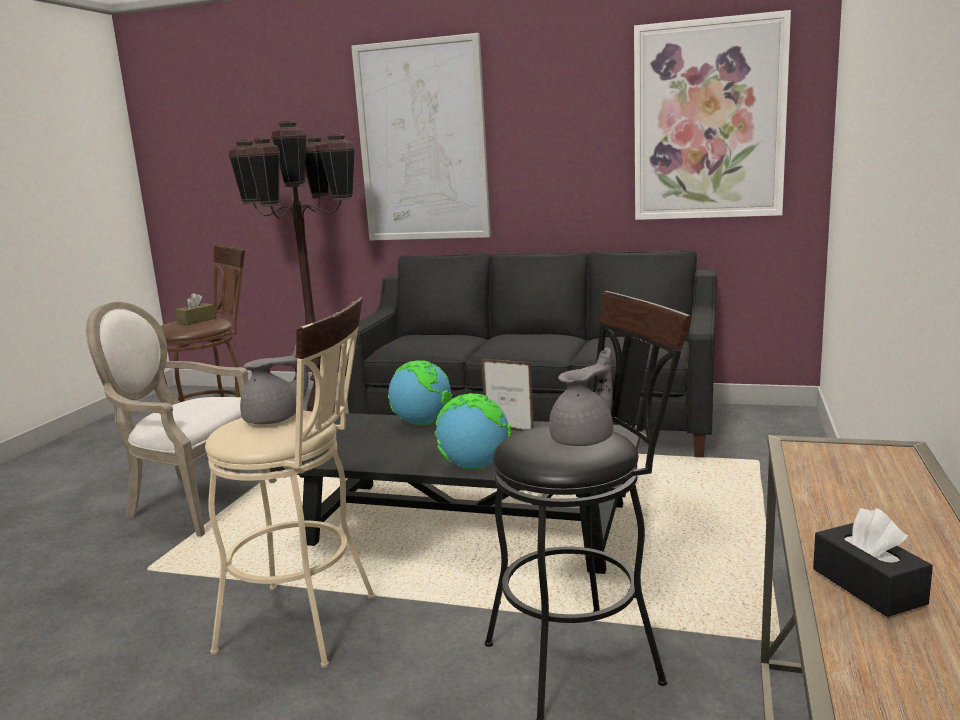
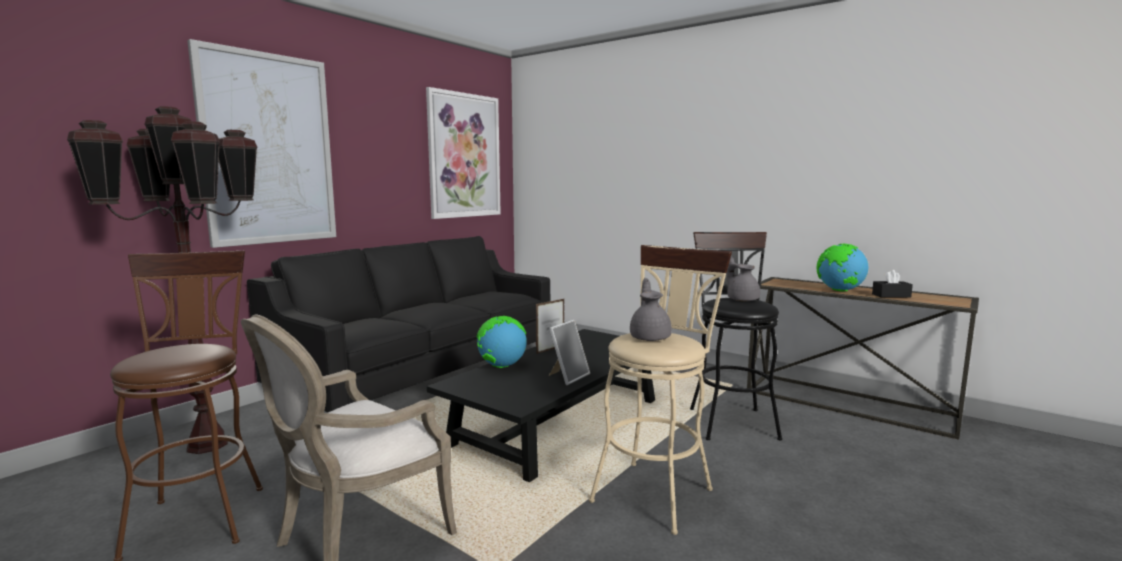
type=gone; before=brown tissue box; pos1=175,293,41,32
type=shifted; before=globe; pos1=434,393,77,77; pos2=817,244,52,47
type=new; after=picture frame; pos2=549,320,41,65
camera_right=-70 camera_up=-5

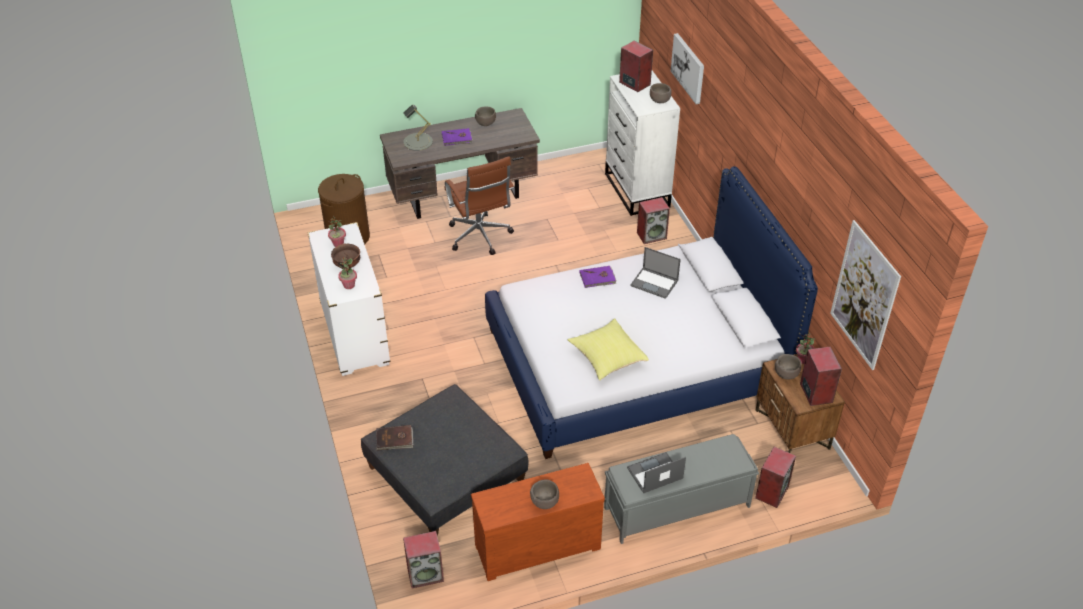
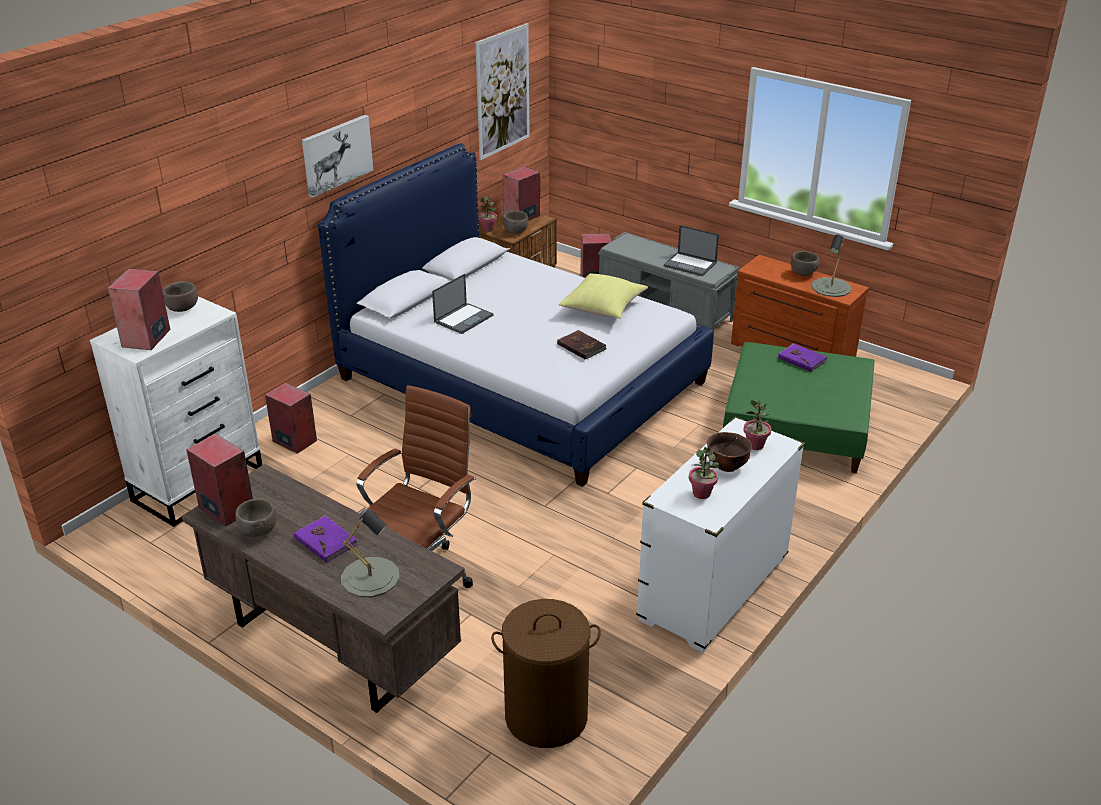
type=repainted; before=grey ottoman; after=green ottoman; pos1=361,384,168,153; pos2=723,342,152,131
type=shifted; before=brown book; pos1=376,425,37,26; pos2=557,330,50,30
type=shifted; before=speaker; pos1=403,531,41,58; pos2=186,434,67,92
type=shifted; before=purple book; pos1=580,266,37,22; pos2=778,343,49,29
type=rotated; before=laptop; pos1=630,247,51,52; pos2=432,274,62,60; turn=45
type=shifted; before=picture; pos1=671,33,33,71; pos2=302,115,71,82
type=new; after=grey table lamp; pos2=811,234,41,63
camera_right=-125 camera_up=-10

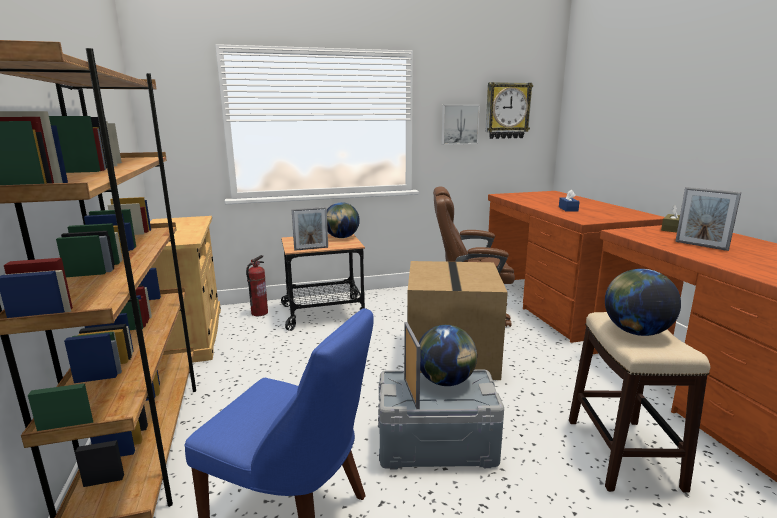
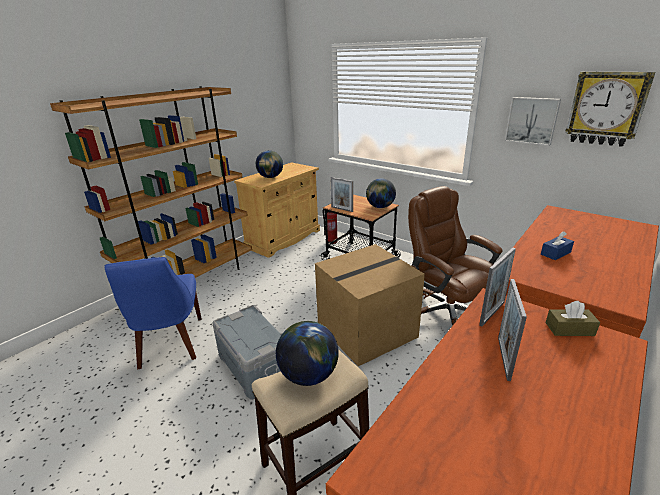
type=shifted; before=picture frame; pos1=404,322,17,87; pos2=479,248,37,78
type=shifted; before=globe; pos1=419,325,58,61; pos2=256,150,27,28
camera_right=55 camera_up=10

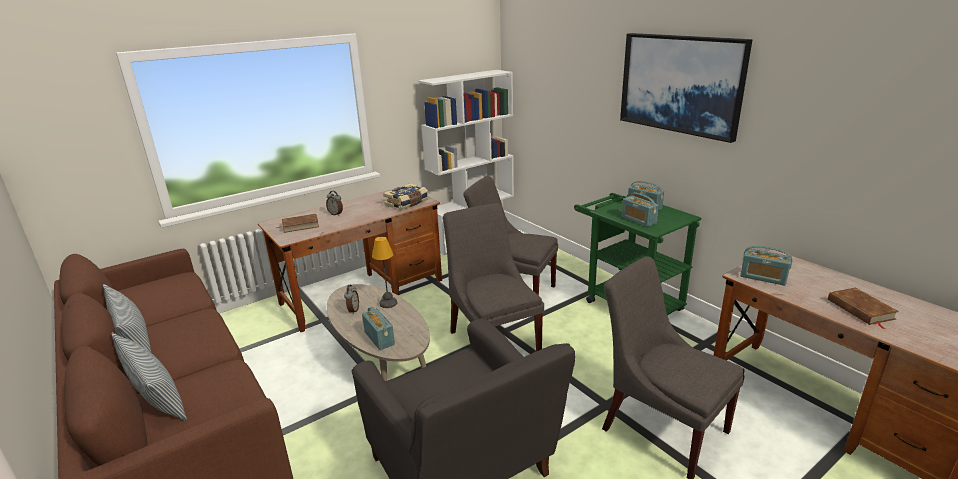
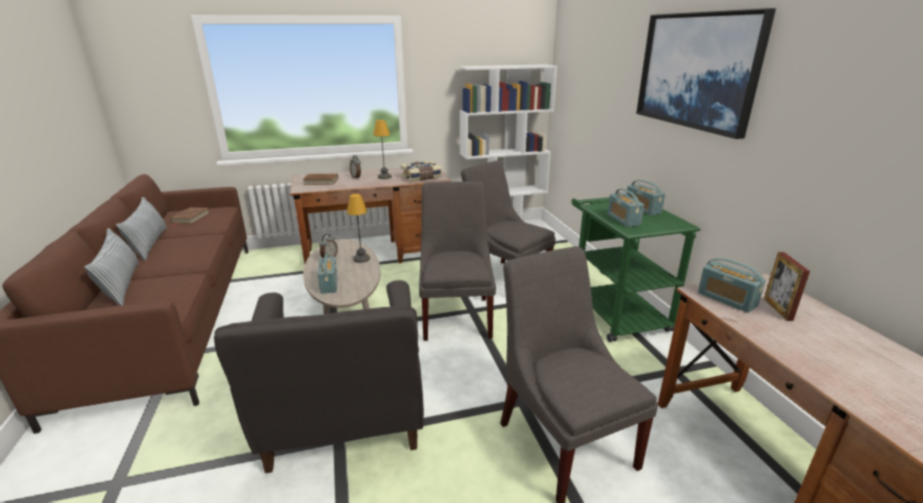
type=shifted; before=brown book; pos1=828,288,71,41; pos2=170,207,40,19
type=new; after=table lamp; pos2=373,120,19,59
type=new; after=picture frame; pos2=764,252,46,69
camera_right=20 camera_up=0

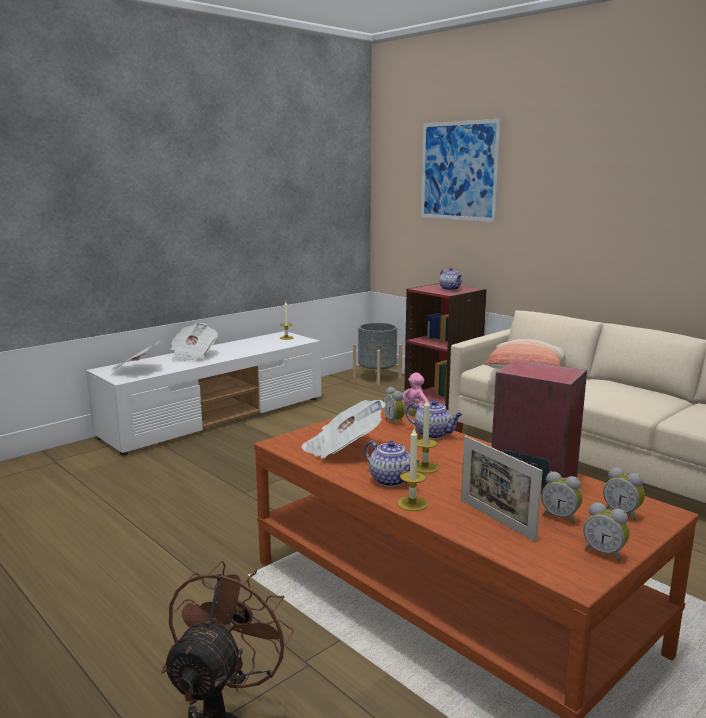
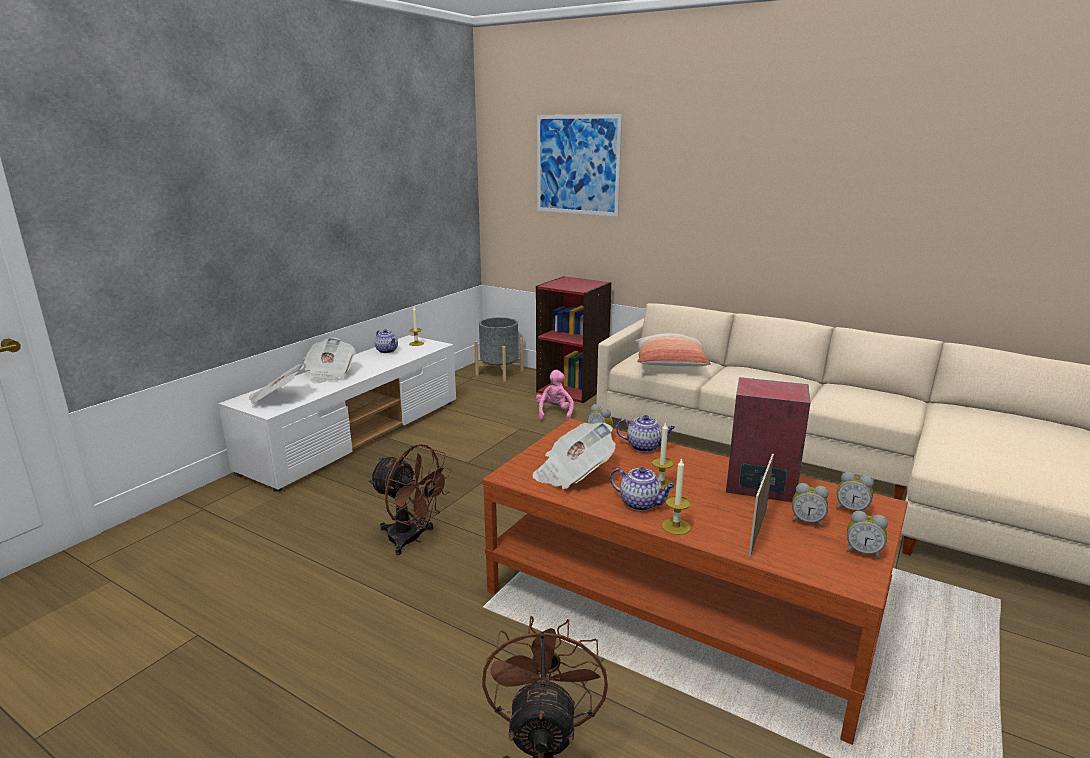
type=shifted; before=teapot; pos1=439,268,23,22; pos2=374,329,24,24
type=rotated; before=picture frame; pos1=461,436,82,106; pos2=749,454,25,104; turn=75
type=new; after=brown fan; pos2=368,444,84,111
camera_right=-15 camera_up=5

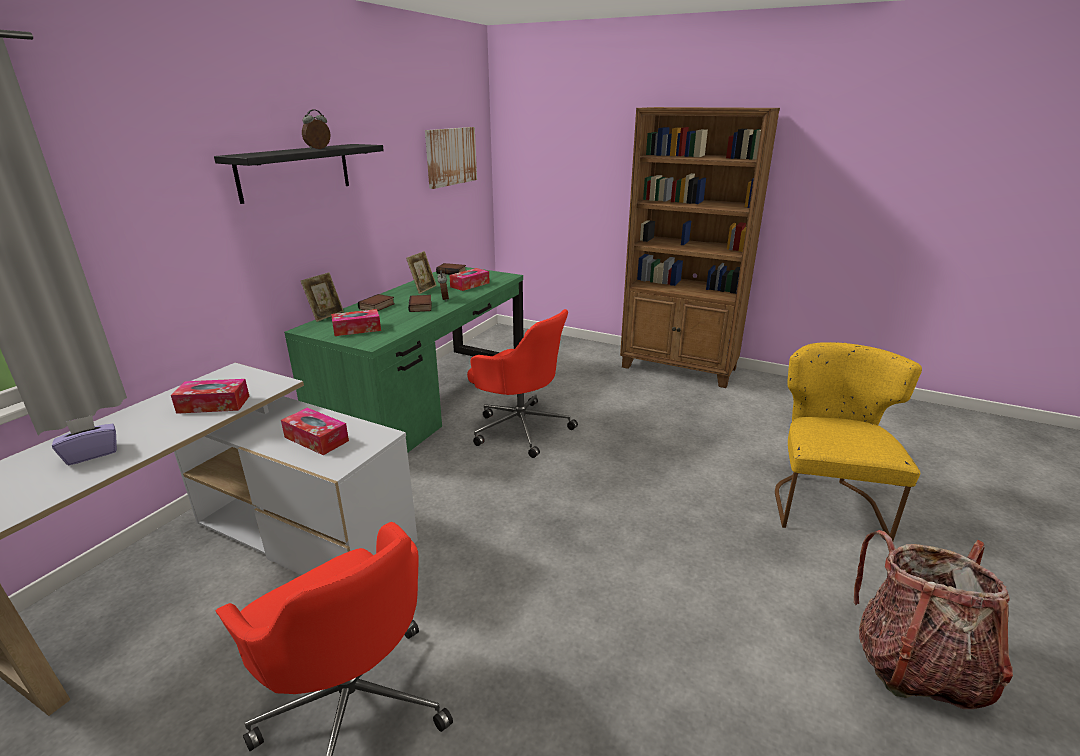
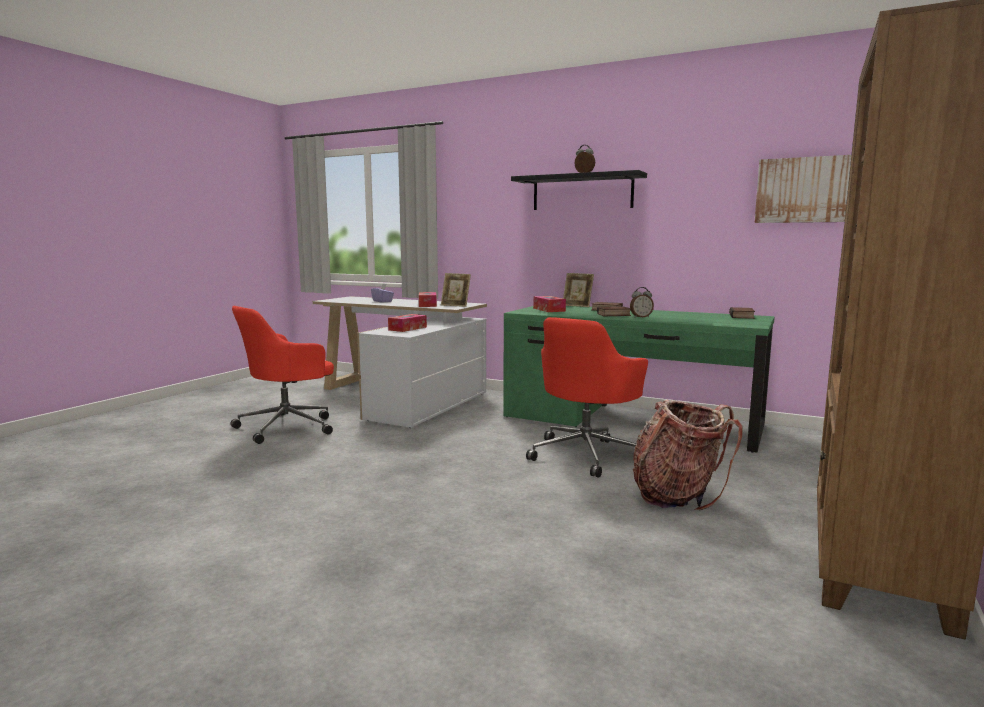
type=shifted; before=picture frame; pos1=406,251,31,43; pos2=441,273,30,34
type=gone; before=tissue box; pos1=449,268,41,23
type=gone; before=yellow chair; pos1=775,342,147,199
type=shifted; before=backpack; pos1=854,530,159,179; pos2=633,400,110,110
camera_right=90 camera_up=-15

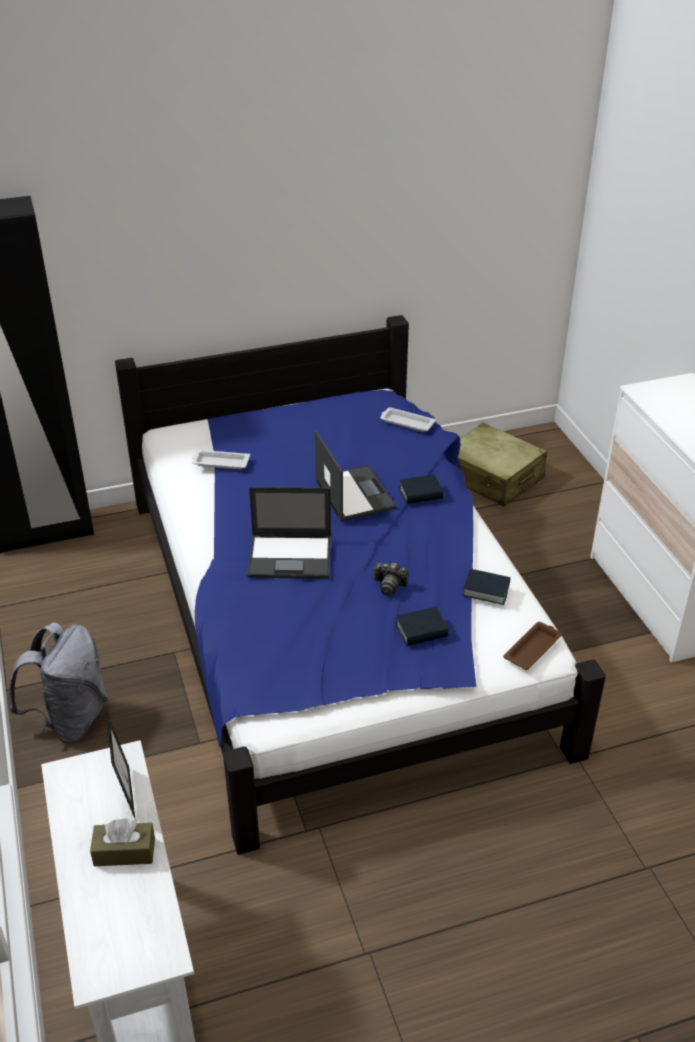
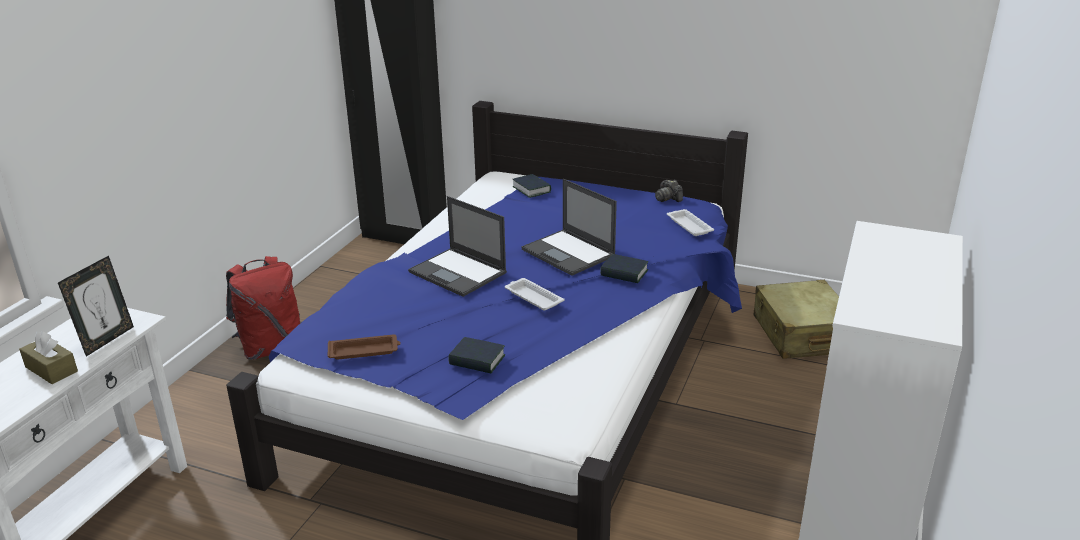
type=repainted; before=grey backpack; after=red backpack; pos1=9,622,99,121; pos2=226,256,74,104
type=shifted; before=white tray; pos1=192,450,58,19; pos2=505,278,59,32
type=rotated; before=laptop; pos1=315,430,82,92; pos2=521,179,96,97; turn=120
type=shifted; before=photo camera; pos1=373,562,35,34; pos2=655,180,28,22
type=shifted; before=book; pos1=462,569,49,36; pos2=513,174,38,24
type=shifted; before=brown tray; pos1=504,622,58,48; pos2=328,334,73,26
camera_right=40 camera_up=-10

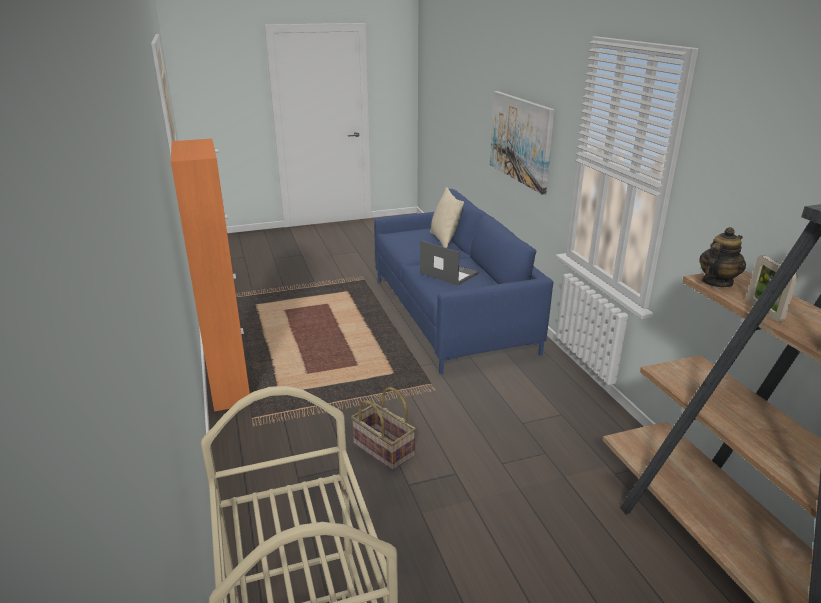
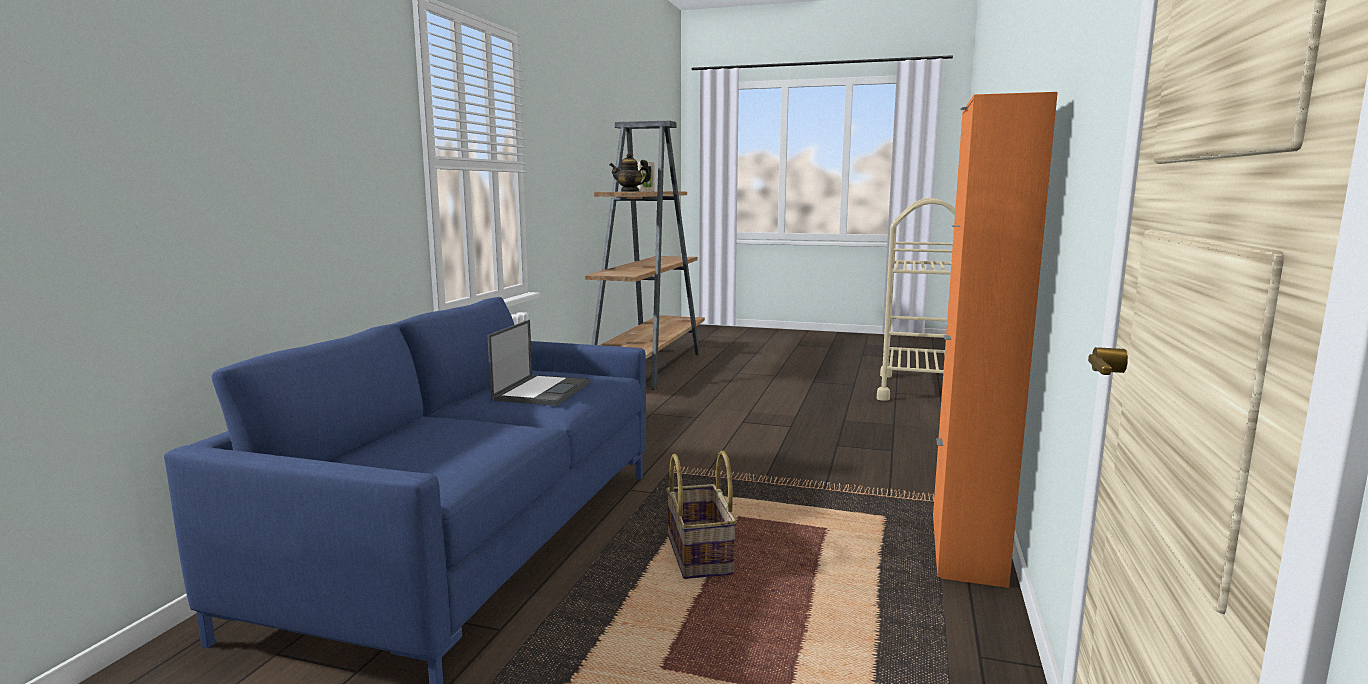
type=shifted; before=basket; pos1=351,387,65,84; pos2=666,451,71,128
type=rotated; before=laptop; pos1=420,241,59,44; pos2=487,320,103,86; turn=-150
type=gone; before=beige pillow; pos1=430,187,34,61
type=gone; before=picture; pos1=490,91,65,103
camera_right=-145 camera_up=-15

